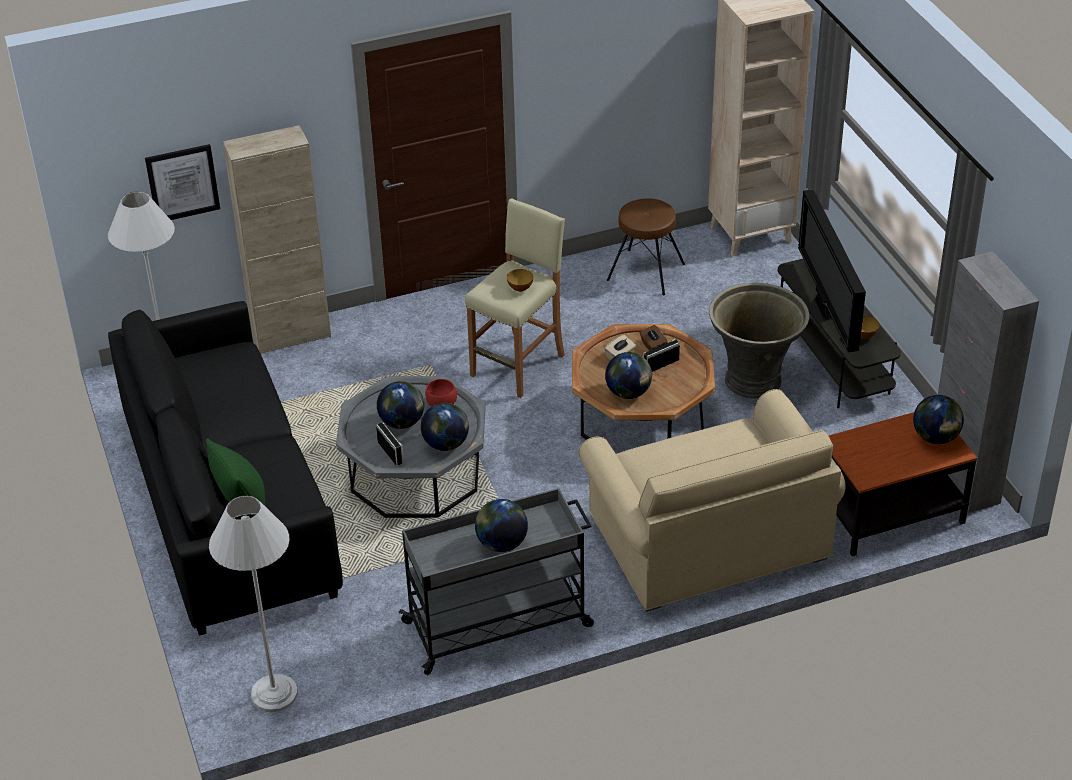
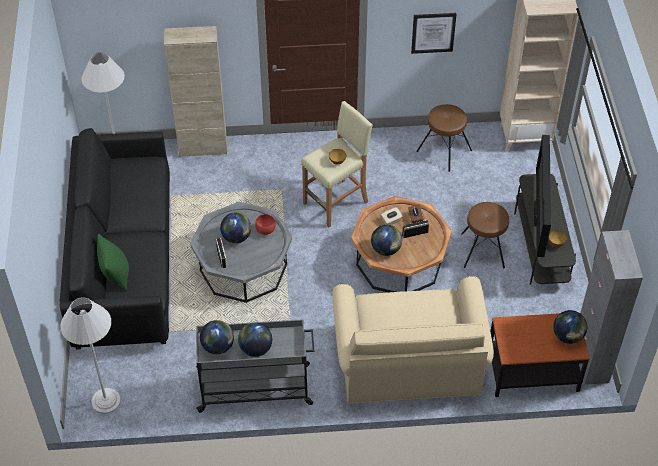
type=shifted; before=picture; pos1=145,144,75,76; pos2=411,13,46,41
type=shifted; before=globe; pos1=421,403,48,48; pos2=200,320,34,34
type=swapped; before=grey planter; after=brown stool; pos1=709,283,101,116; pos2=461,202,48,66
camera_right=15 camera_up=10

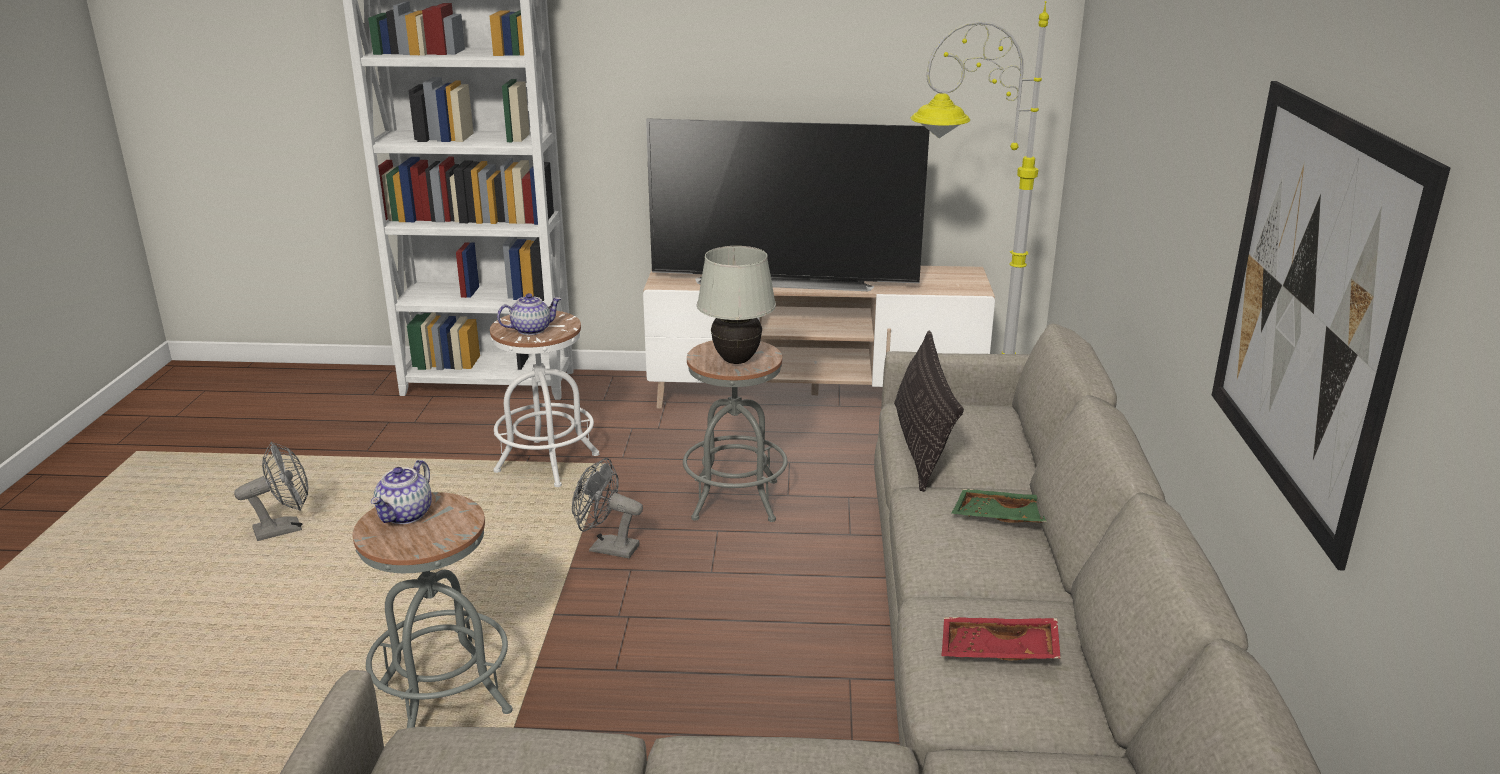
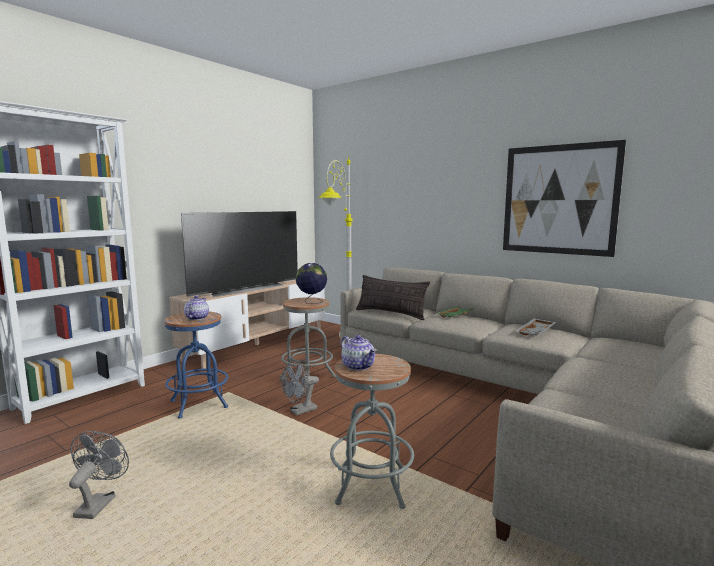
type=repainted; before=white stool; after=blue stool; pos1=490,311,109,176; pos2=164,312,64,106
type=swapped; before=white table lamp; after=globe; pos1=697,246,79,118; pos2=296,263,31,41
type=repainted; before=red tray; after=grey tray; pos1=941,617,120,43; pos2=516,318,41,17
camera_right=-55 camera_up=-15

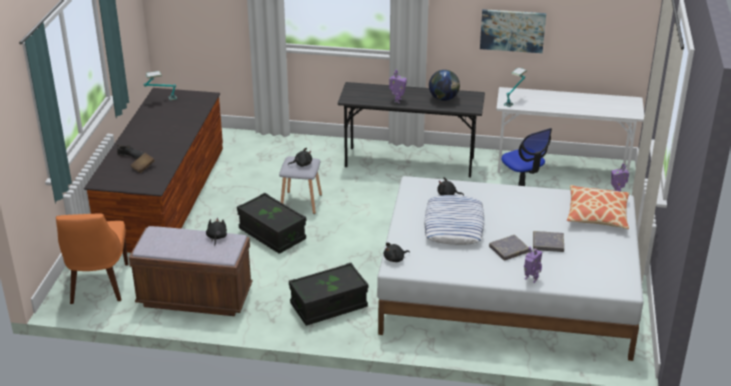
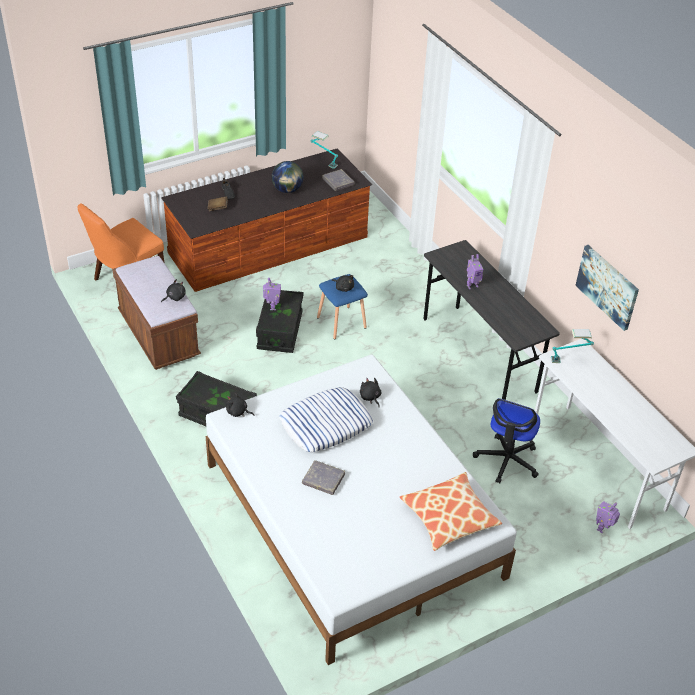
type=repainted; before=grey stool; after=blue stool; pos1=279,156,43,58; pos2=317,274,51,65
type=shifted; before=globe; pos1=429,70,31,31; pos2=272,161,31,32
type=shifted; before=toy robot; pos1=524,247,18,36; pos2=263,278,18,32
type=shifted; before=grey book; pos1=533,231,31,21; pos2=322,169,33,22
camera_right=50 camera_up=10

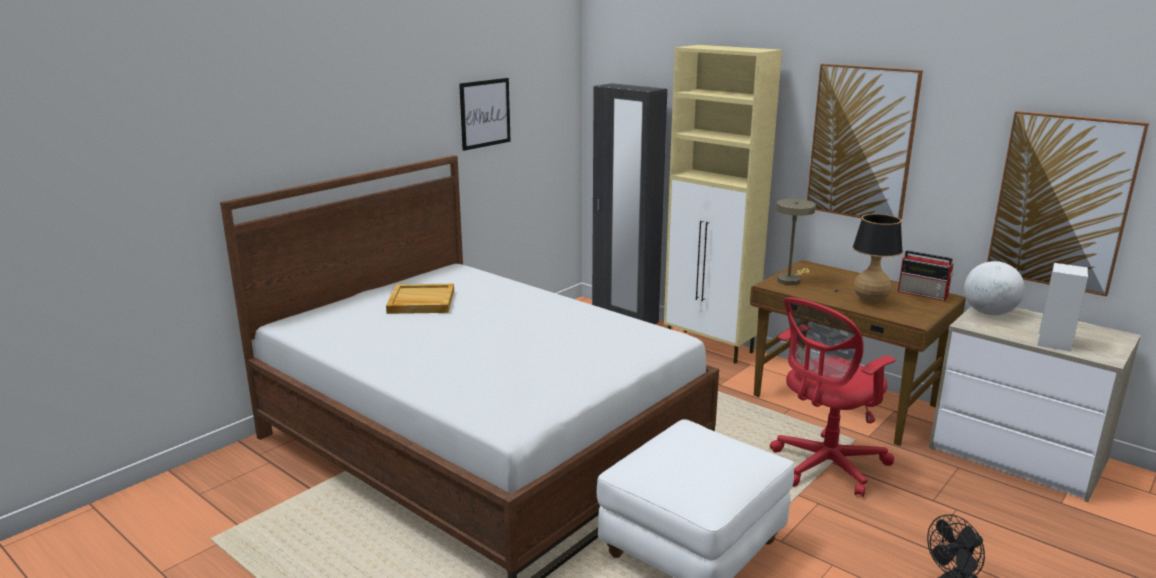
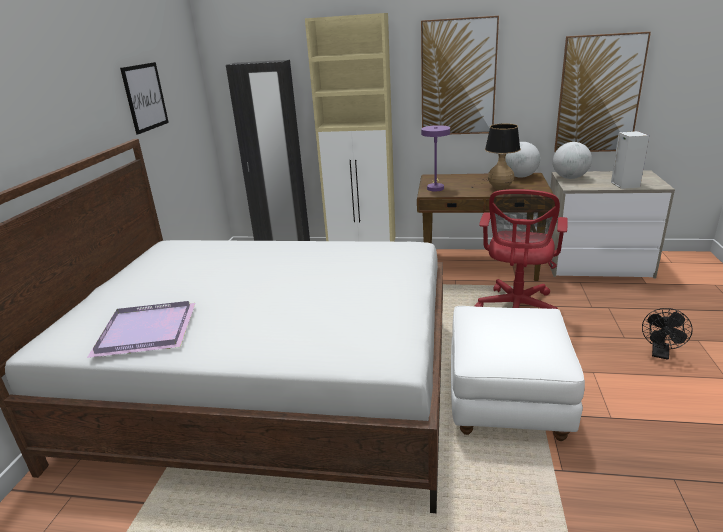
type=gone; before=beige tray; pos1=386,284,68,30
type=repainted; before=beige table lamp; after=purple table lamp; pos1=776,199,40,86; pos2=421,125,29,67
type=swapped; before=radio; after=globe; pos1=898,250,56,51; pos2=505,142,35,36
type=new; after=purple tray; pos2=87,301,108,57
camera_right=-30 camera_up=5

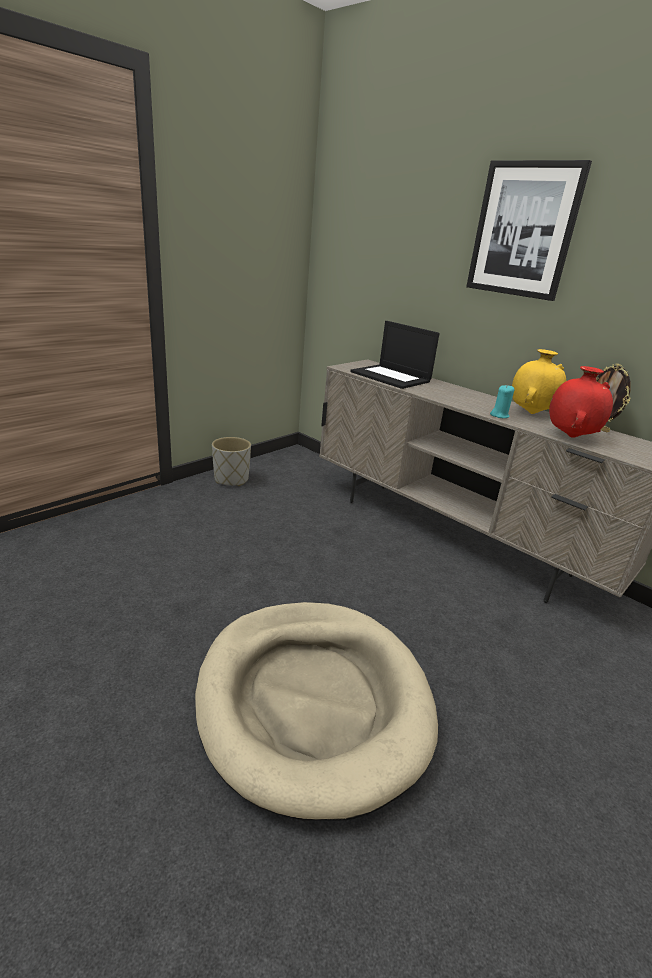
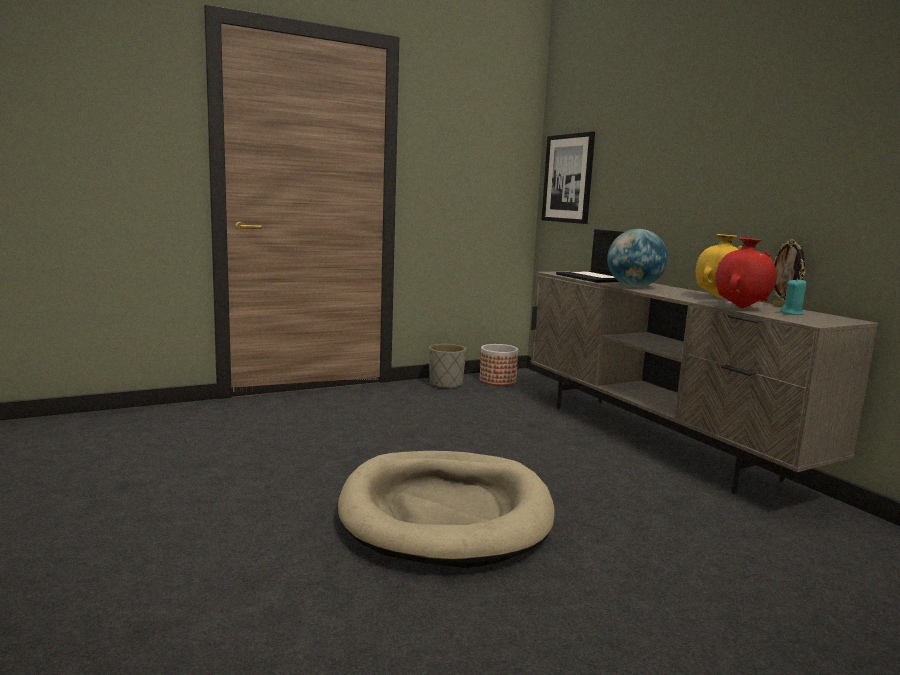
type=shifted; before=picture; pos1=466,160,126,141; pos2=542,132,53,92
type=shifted; before=turquoise candle; pos1=490,385,25,33; pos2=780,278,27,37
type=new; after=planter; pos2=480,344,38,42
type=new; after=globe; pos2=607,229,61,58
camera_right=20 camera_up=-15

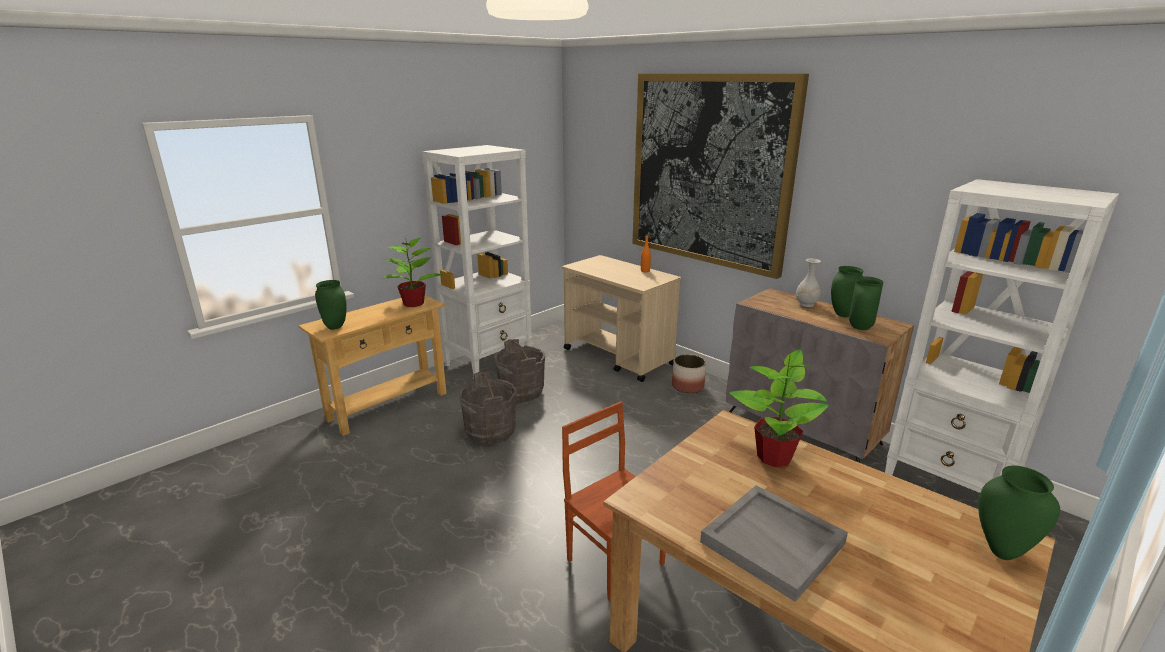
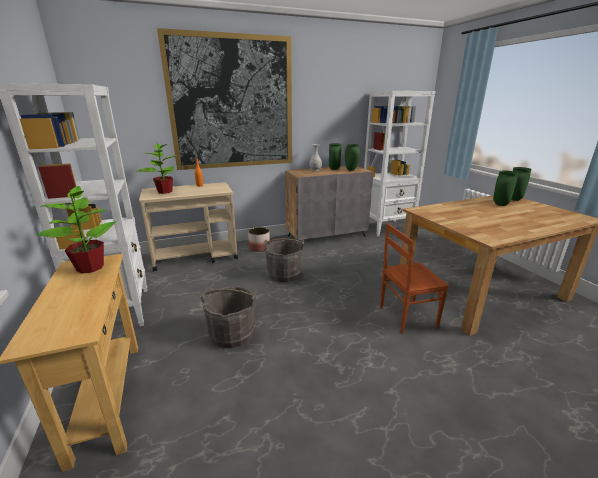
type=shifted; before=green vase; pos1=315,280,32,50; pos2=493,171,25,35
type=shifted; before=grey bucket; pos1=495,339,50,64; pos2=264,238,40,44
type=gone; before=grey tray; pos1=700,485,148,117
type=shifted; before=potted plant; pos1=730,349,99,118; pos2=136,143,43,51
camera_right=-65 camera_up=0

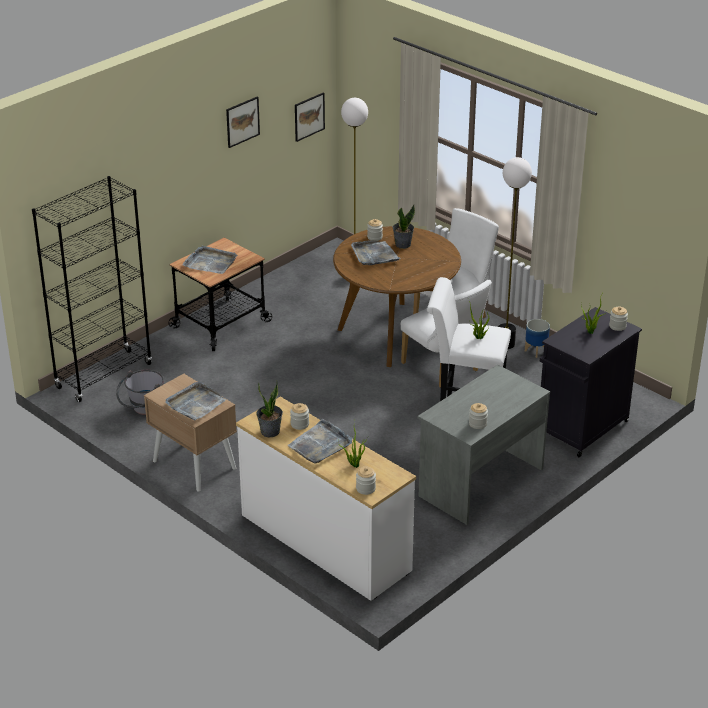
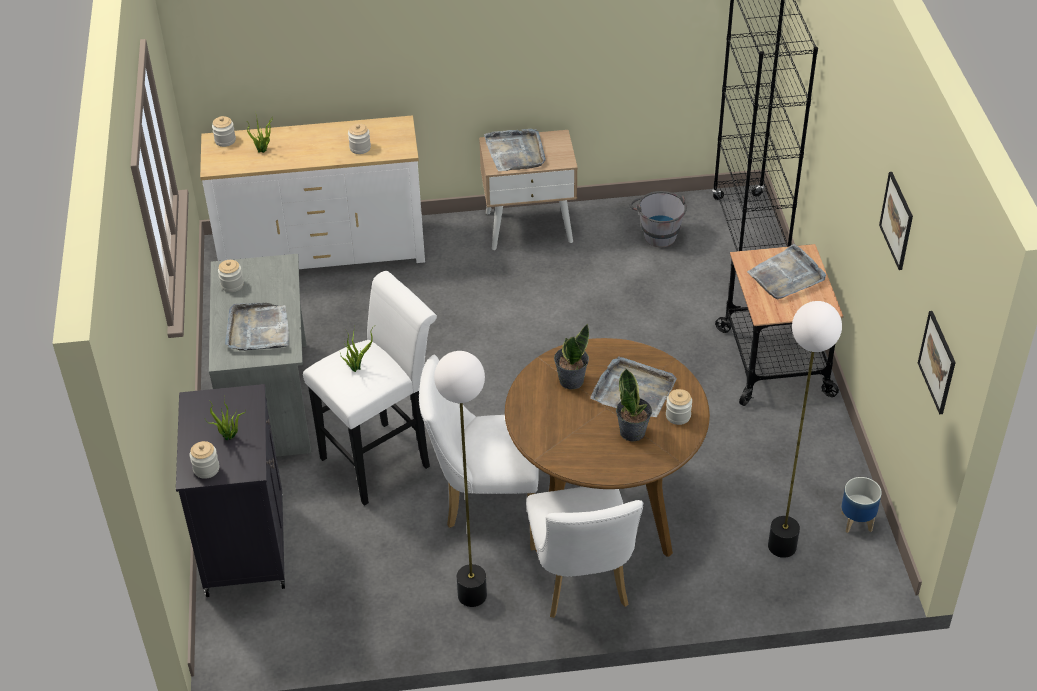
type=shifted; before=potted plant; pos1=256,381,27,56; pos2=554,324,35,66
type=shifted; before=grey tray; pos1=287,419,65,45; pos2=225,302,64,49
type=shifted; before=planter; pos1=525,319,25,39; pos2=841,477,41,56
camera_right=130 camera_up=10

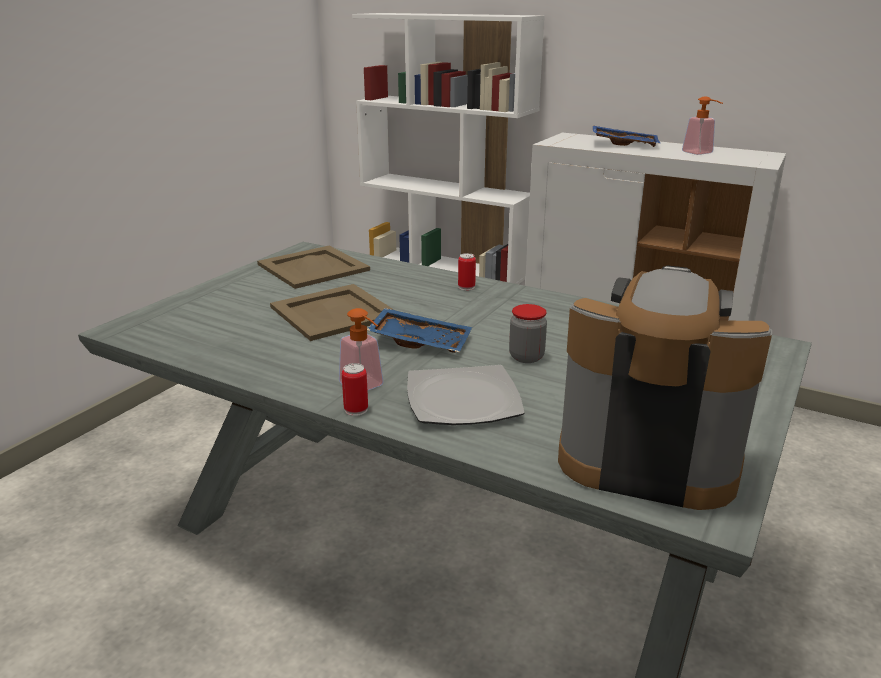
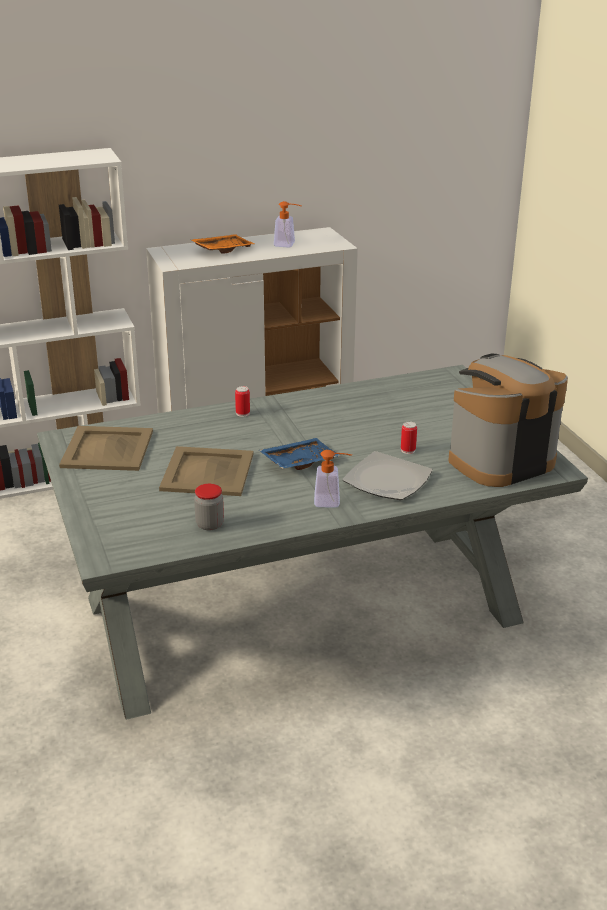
type=shifted; before=can; pos1=342,363,26,53; pos2=401,421,16,33
type=shifted; before=jar; pos1=509,304,38,59; pos2=194,484,30,46
type=repainted; before=blue tray; after=orange tray; pos1=593,126,68,21; pos2=190,234,65,20
camera_right=-50 camera_up=5

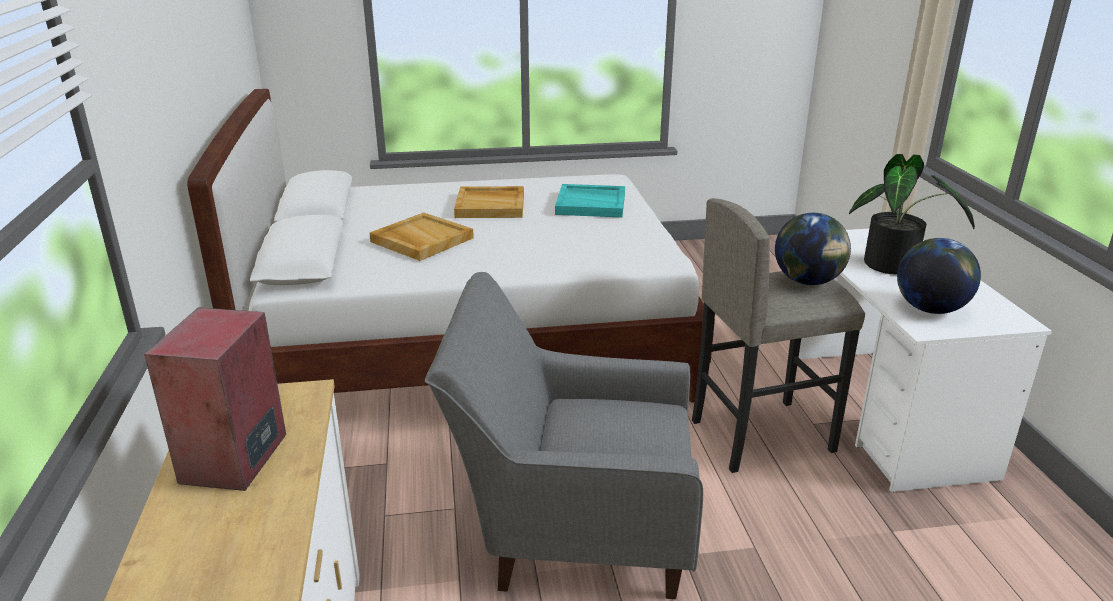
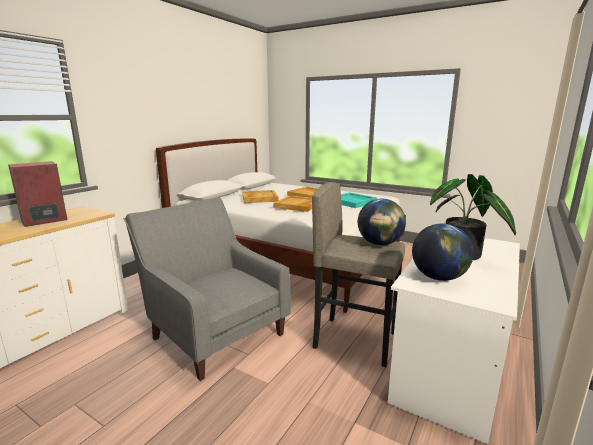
type=new; after=beige tray; pos2=273,196,39,16
camera_right=40 camera_up=-10

